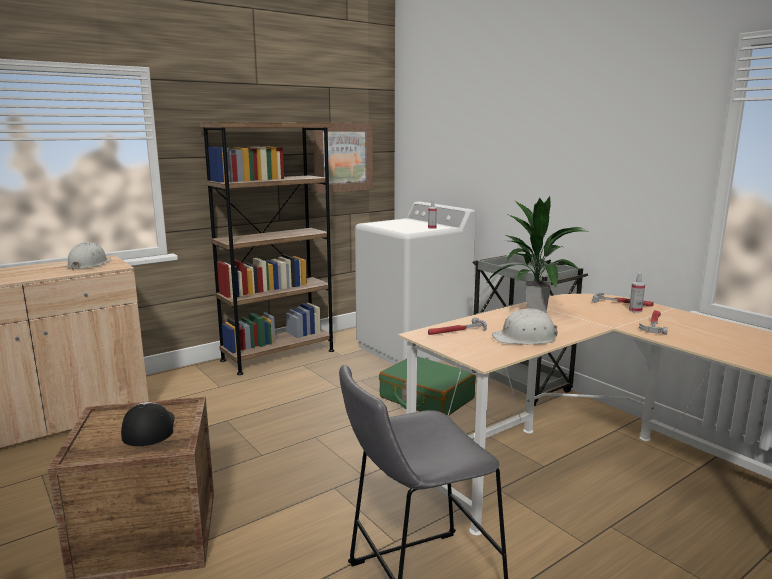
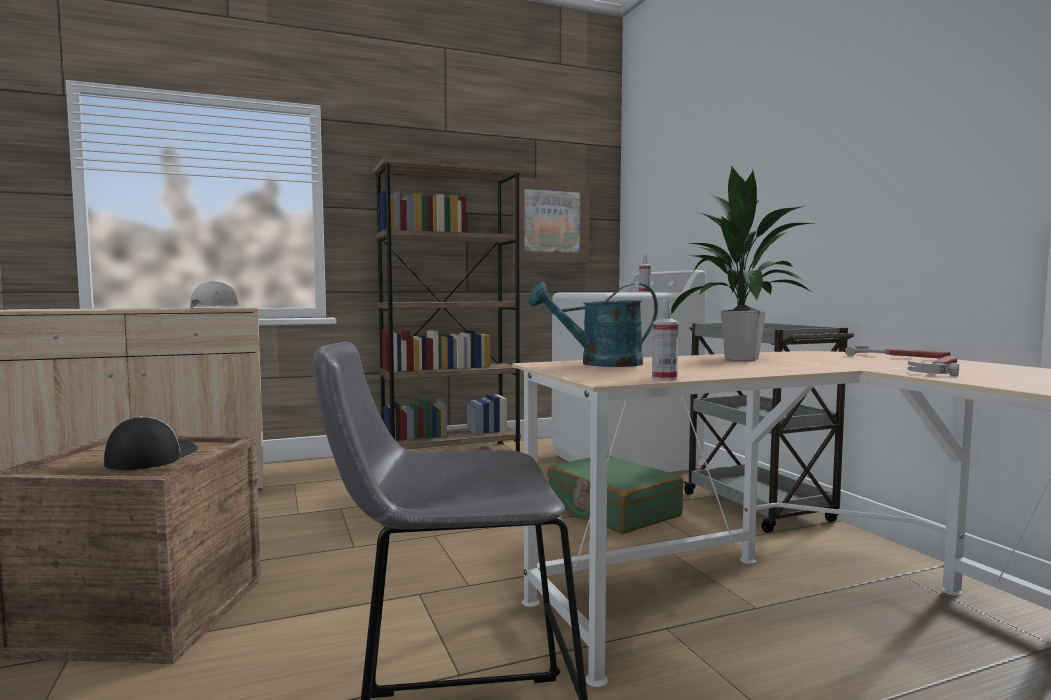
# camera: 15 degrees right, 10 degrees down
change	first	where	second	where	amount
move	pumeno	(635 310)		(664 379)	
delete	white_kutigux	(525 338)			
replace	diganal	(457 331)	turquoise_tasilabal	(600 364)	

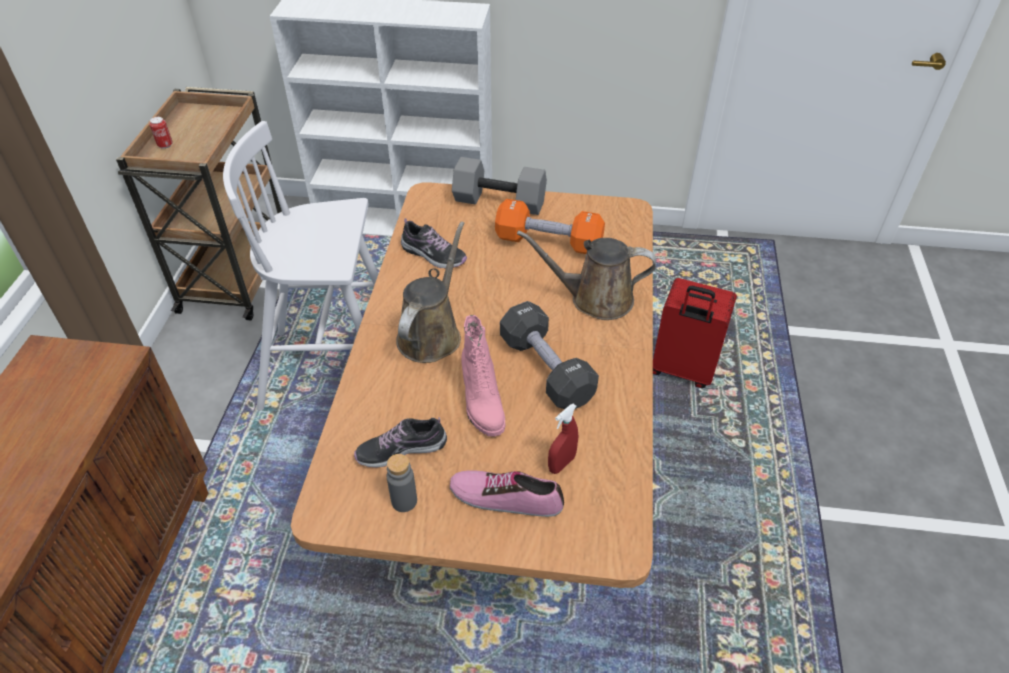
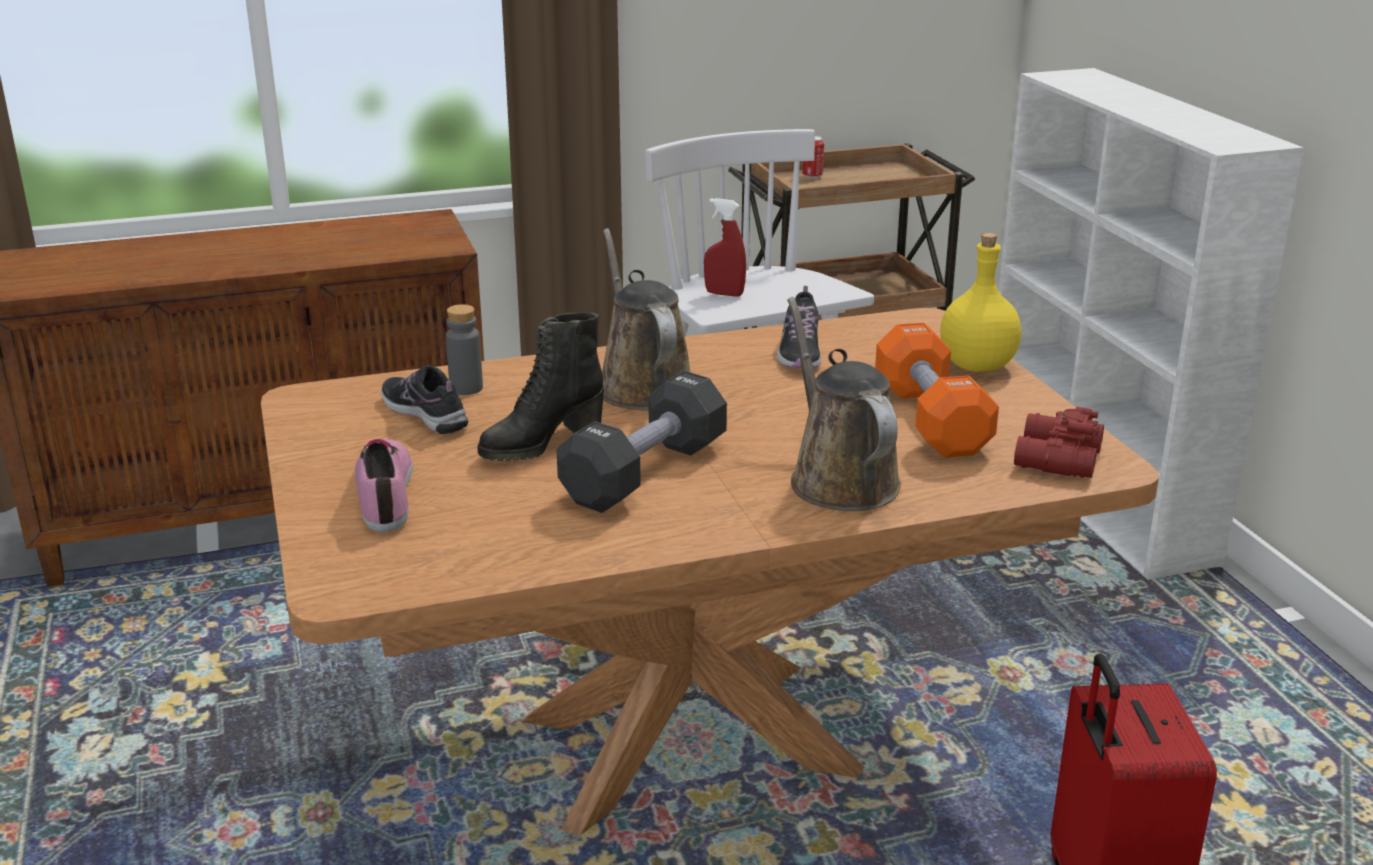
# camera: 65 degrees right, 20 degrees down
change	first	where	second	where	amount
replace	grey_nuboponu	(498 202)	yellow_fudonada	(975 366)	
rotate	brown_tasilabal	(431 334)		(642 386)	105 degrees counterclockwise
recolor	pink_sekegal	(481 403)	black_sekegal	(541 443)	
move	red_pumeno	(561 463)		(724 294)	
move	grey_fudonada	(404 501)		(466 388)	
insert			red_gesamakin	(1054 459)	

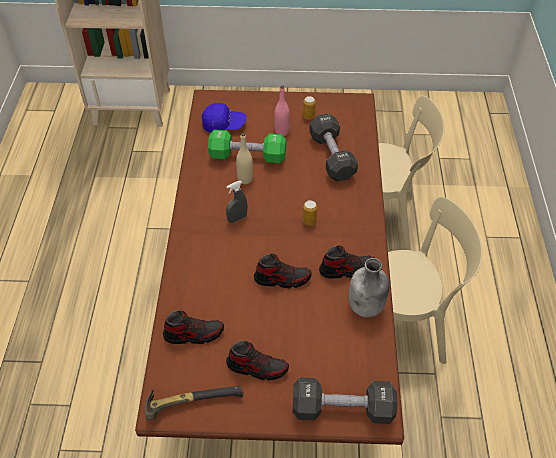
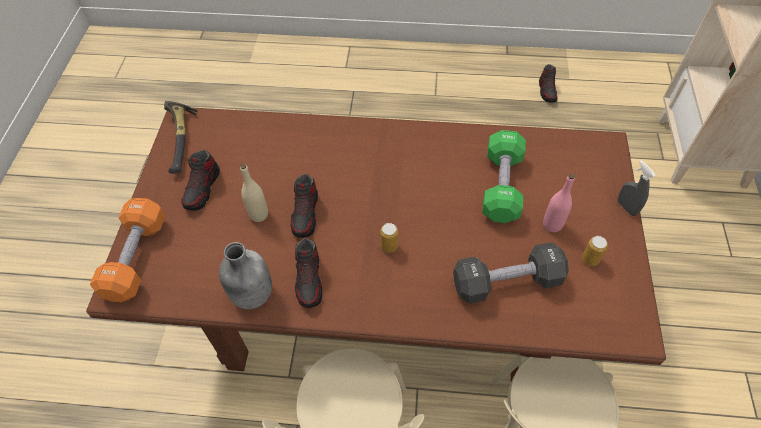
# camera: 95 degrees right, 5 degrees up
change	first	where	second	where	amount
delete	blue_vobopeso	(224 124)			
move	beige_fudonada	(245 179)		(258 214)	
move	grey_pumeno	(237 218)		(626 207)	
move	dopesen	(194 334)		(547 91)	
recolor	black_nuboponu	(342 408)	orange_nuboponu	(136 258)	

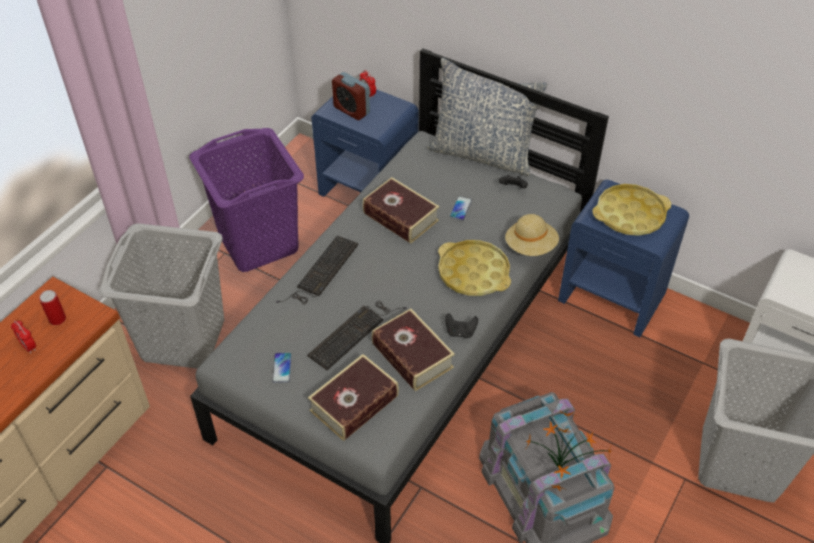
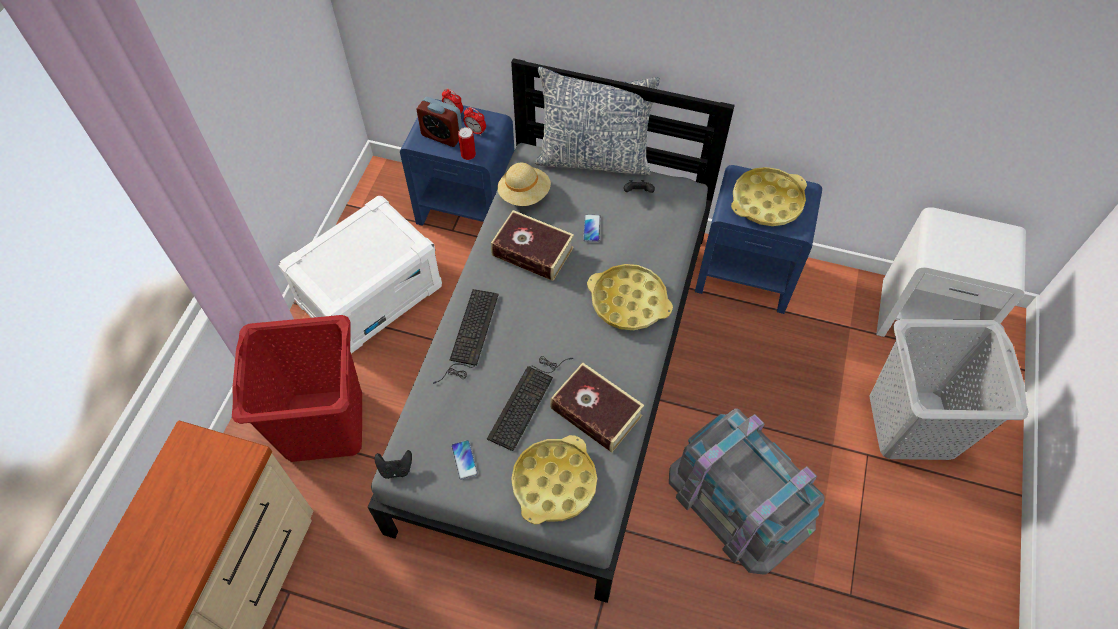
# camera: 15 degrees left, 10 degrees up
change	first	where	second	where	amount
replace	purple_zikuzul	(259 242)	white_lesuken	(370 294)	
move	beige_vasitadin	(530 246)		(524 194)	
recolor	grey_zikuzul	(183 338)	red_zikuzul	(324 424)	
move	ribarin	(57 319)		(468 154)	
move	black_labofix	(460 332)		(395 468)	
move	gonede	(28 346)		(475 131)	
replace	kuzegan	(354 403)	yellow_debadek	(554 483)	
delete	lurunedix	(559 466)			

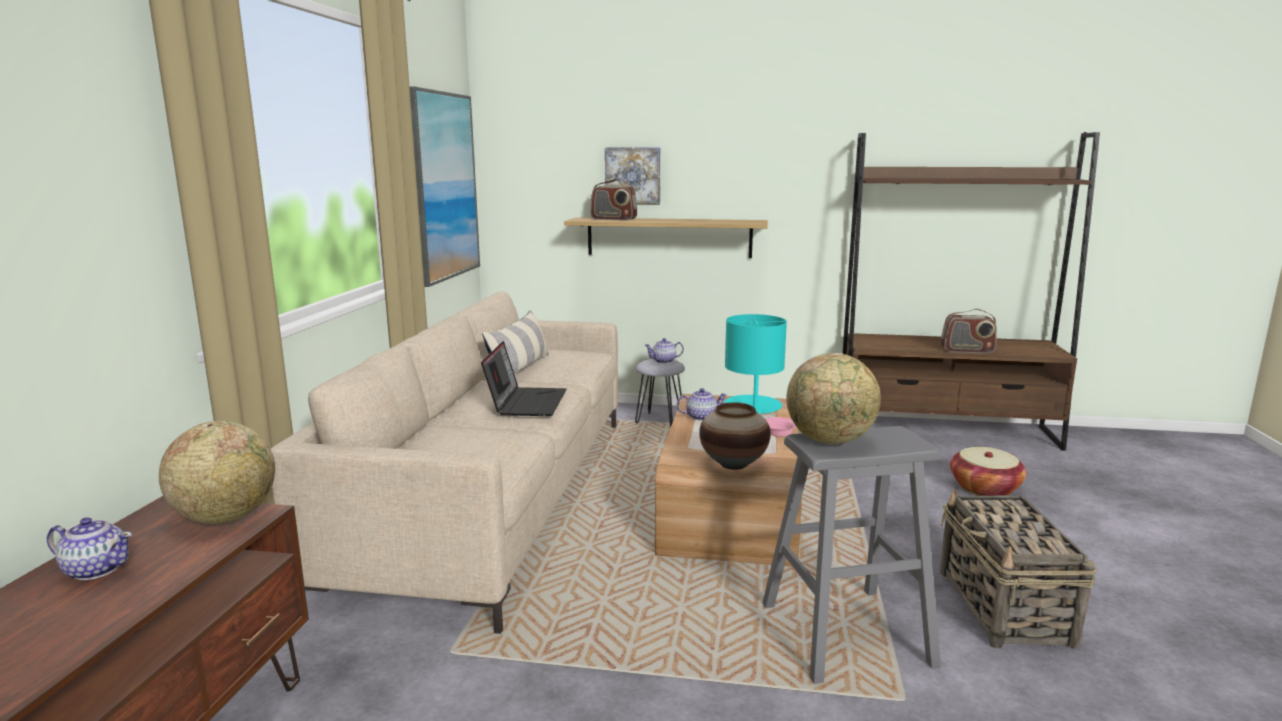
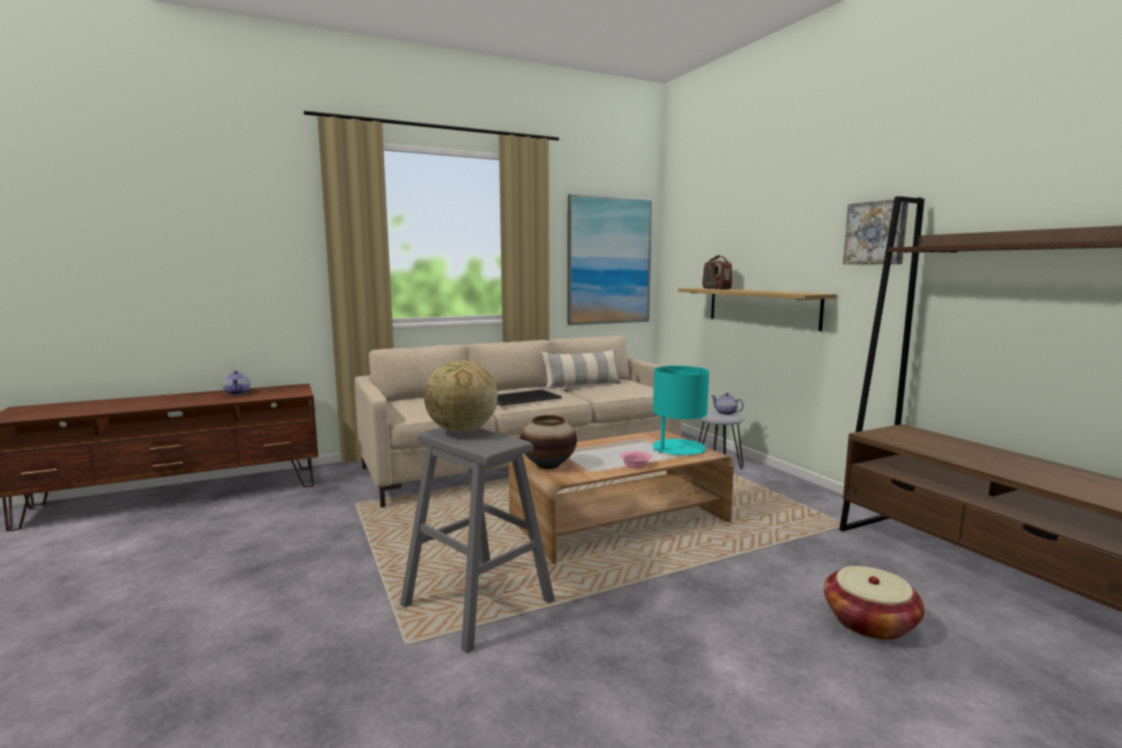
# camera: 55 degrees right, 5 degrees down
change	first	where	second	where	amount
move	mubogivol	(633 176)		(876 233)	
delete	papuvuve	(967 351)			
replace	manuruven	(526 402)	debadek	(523 398)	
delete	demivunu	(701 417)			
delete	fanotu	(226 517)			
delete	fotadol	(1004 608)			

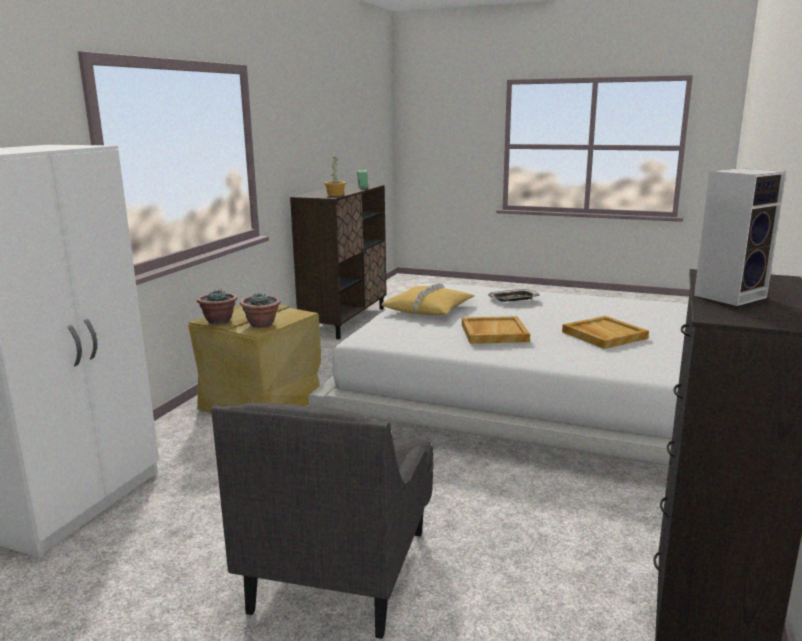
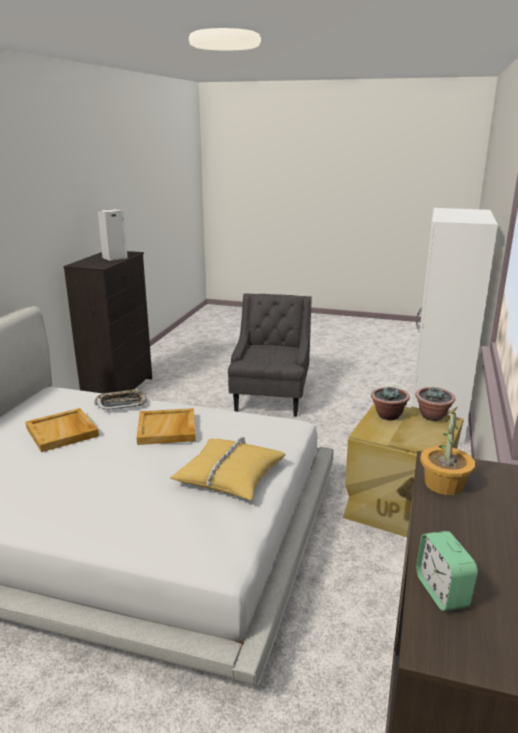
# camera: 175 degrees right, 5 degrees up
change	first	where	second	where	amount
move	debadek	(513 299)		(121 403)	

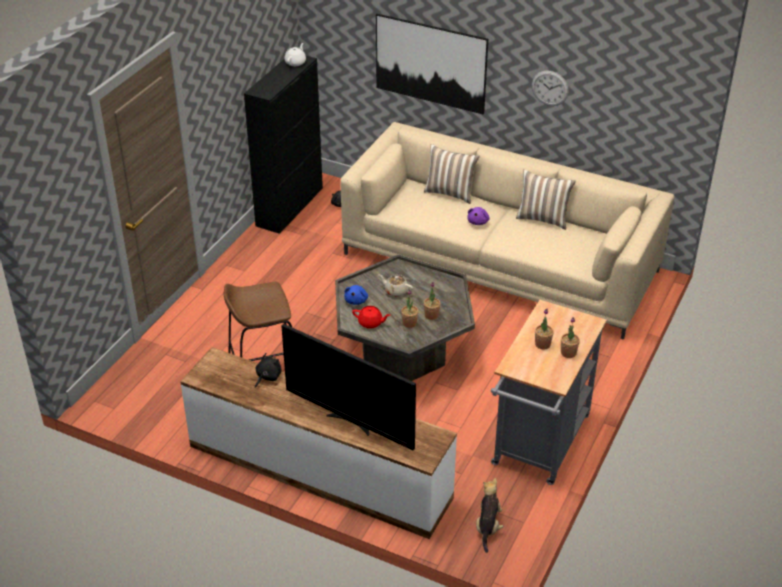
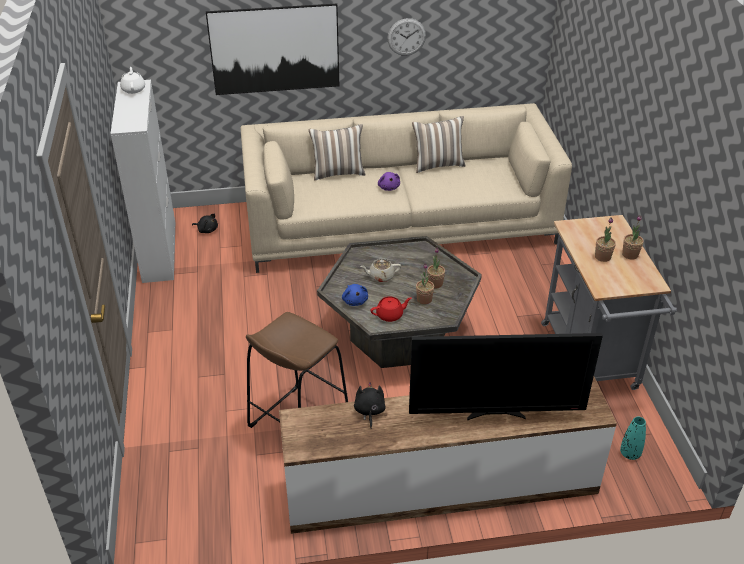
# camera: 35 degrees left, 0 degrees up
change	first	where	second	where	amount
recolor	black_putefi	(290 206)	white_putefi	(159 251)	
replace	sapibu	(488 526)	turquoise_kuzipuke	(630 454)	

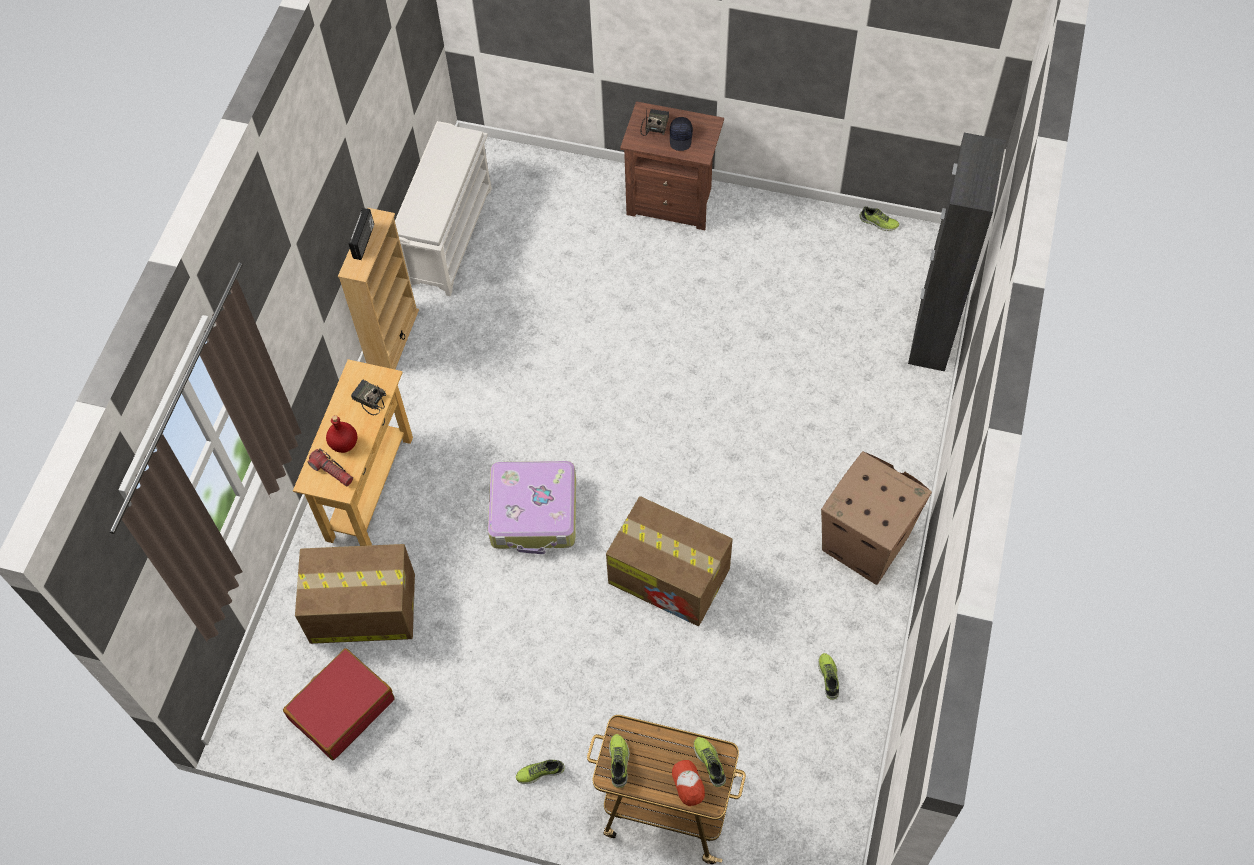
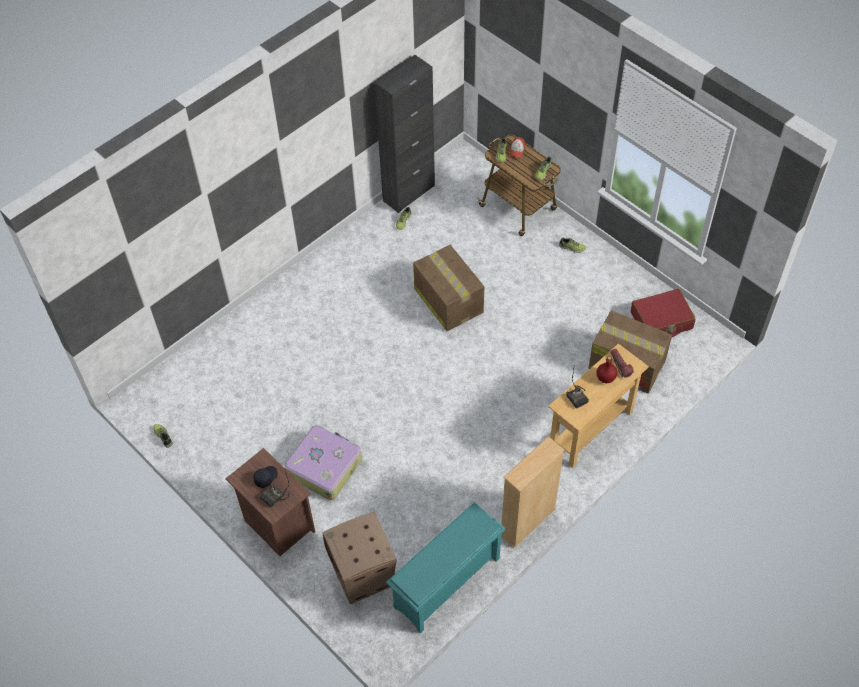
# camera: 150 degrees left, 5 degrees down
change	first	where	second	where	amount
recolor	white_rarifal	(448 235)	turquoise_rarifal	(446 584)	
move	black_putefi	(932 334)		(408 193)	
delete	papuvuve	(364 241)			
move	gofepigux	(864 542)		(363 576)	
move	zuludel	(534 513)		(324 466)	

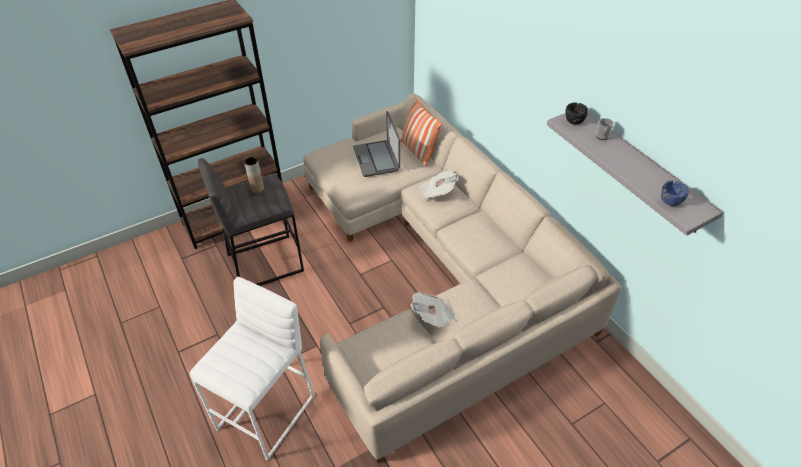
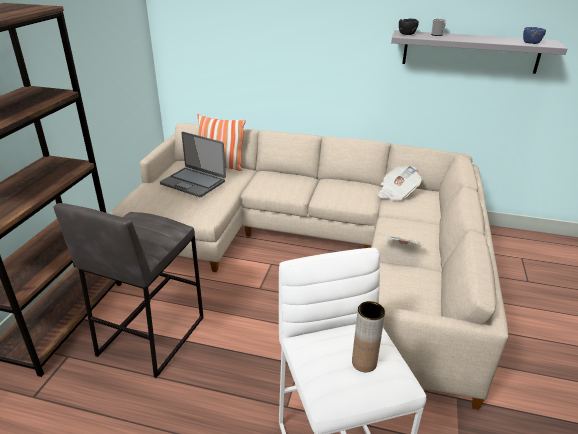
# camera: 45 degrees left, 15 degrees down
change	first	where	second	where	amount
move	brown_kuzipuke	(257 189)		(364 362)	
move	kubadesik	(437 192)		(396 193)	

